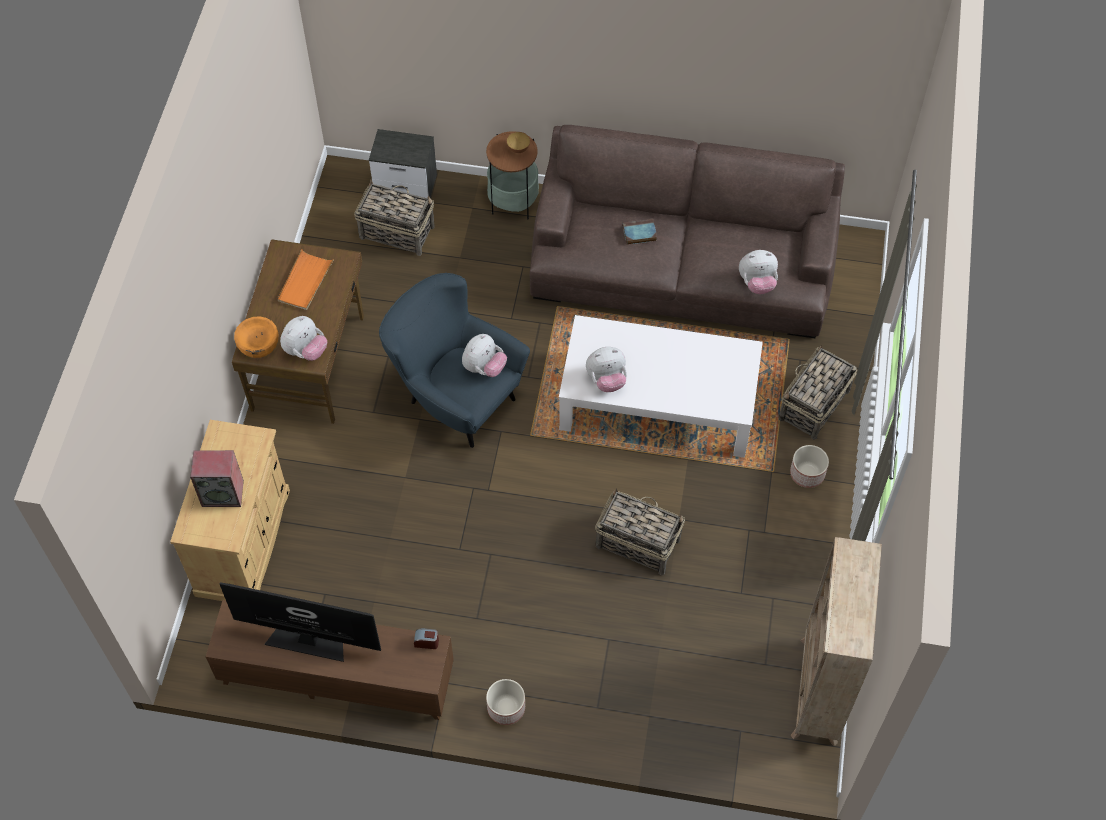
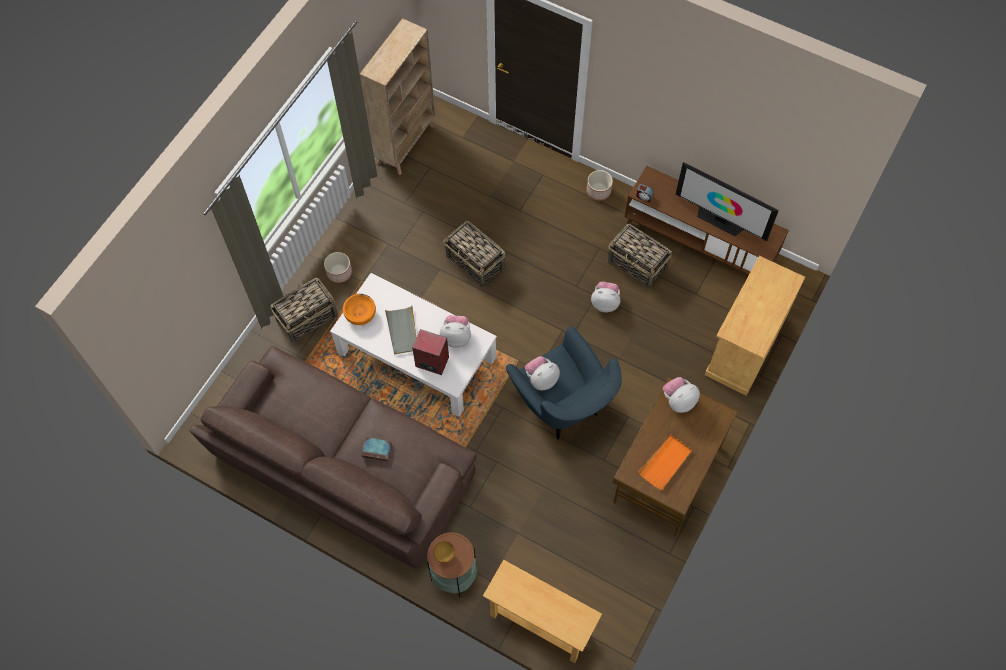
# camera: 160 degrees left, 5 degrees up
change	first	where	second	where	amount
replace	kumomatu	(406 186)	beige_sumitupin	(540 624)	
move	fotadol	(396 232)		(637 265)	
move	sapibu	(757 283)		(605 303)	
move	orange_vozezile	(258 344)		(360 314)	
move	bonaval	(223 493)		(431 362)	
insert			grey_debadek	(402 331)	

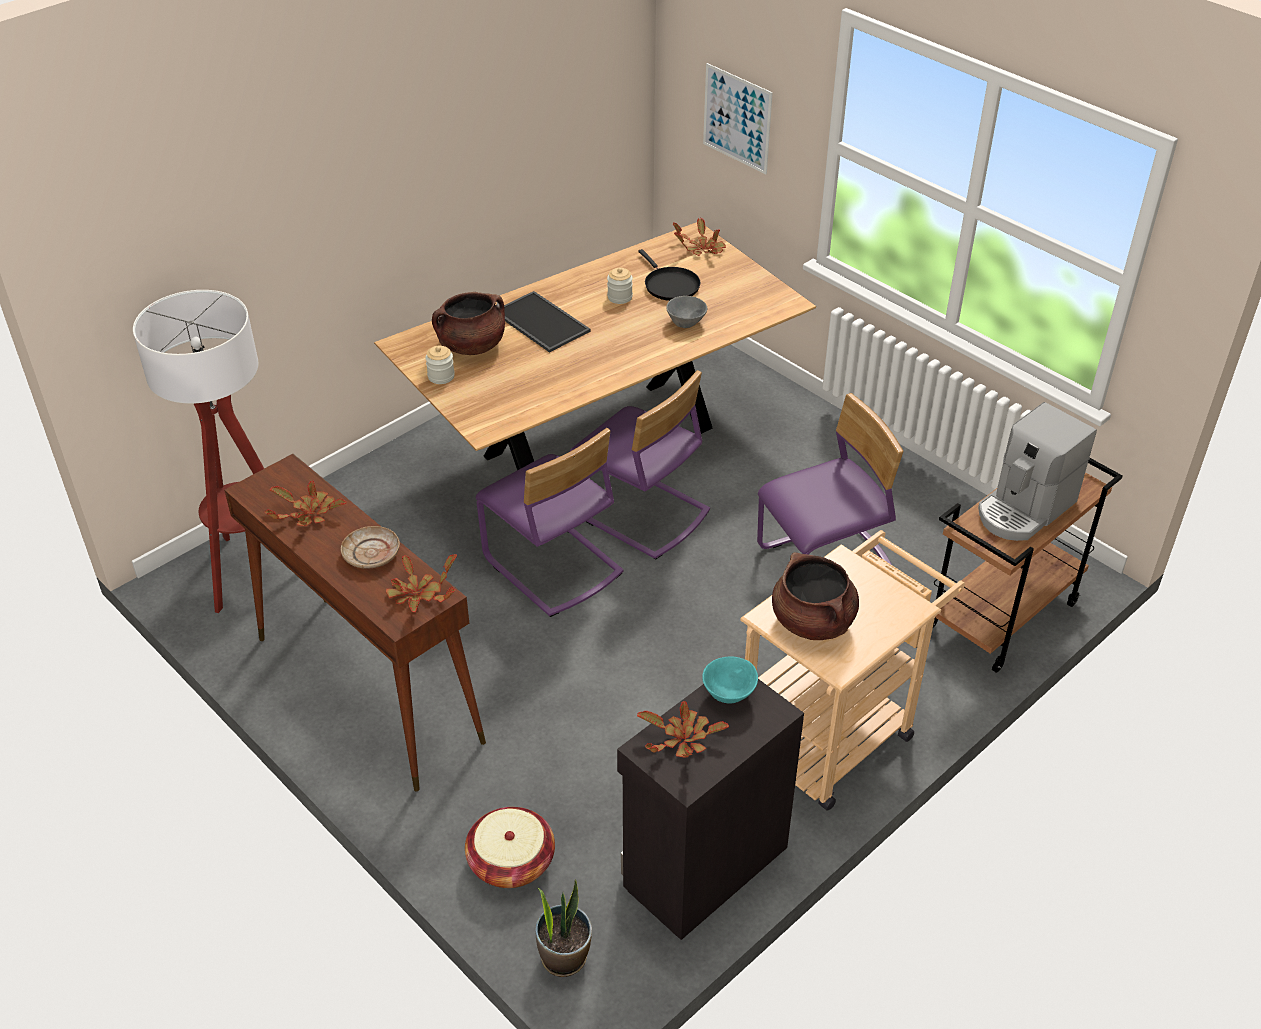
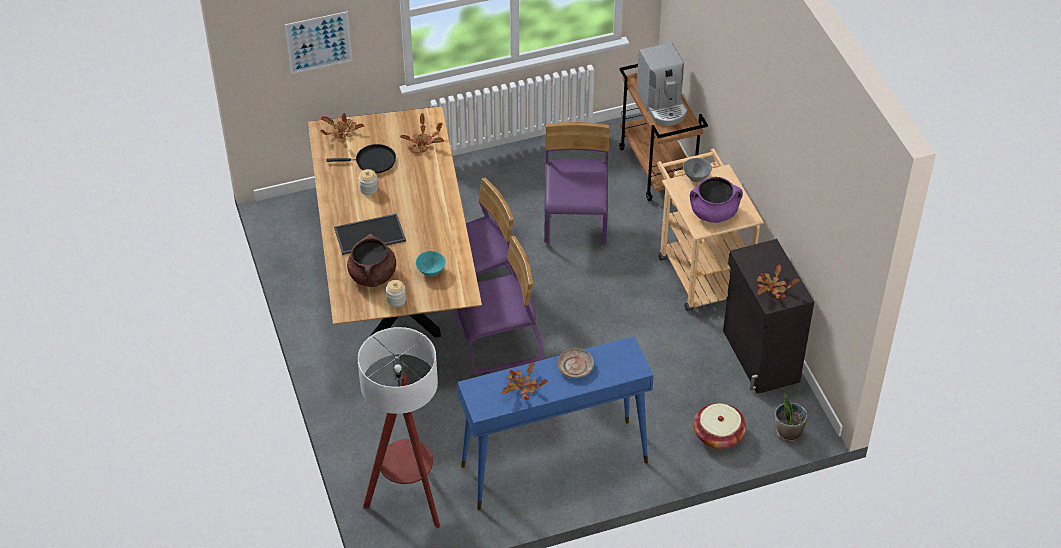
# camera: 65 degrees left, 5 degrees up
change	first	where	second	where	amount
move	grey_vozezile	(687 323)		(697 177)	
recolor	brown_sumitupin	(367 688)	blue_sumitupin	(553 464)	
recolor	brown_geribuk	(813 622)	purple_geribuk	(713 213)	
move	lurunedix	(419 594)		(422 143)	
move	turquoise_vozezile	(728 693)		(430 271)	

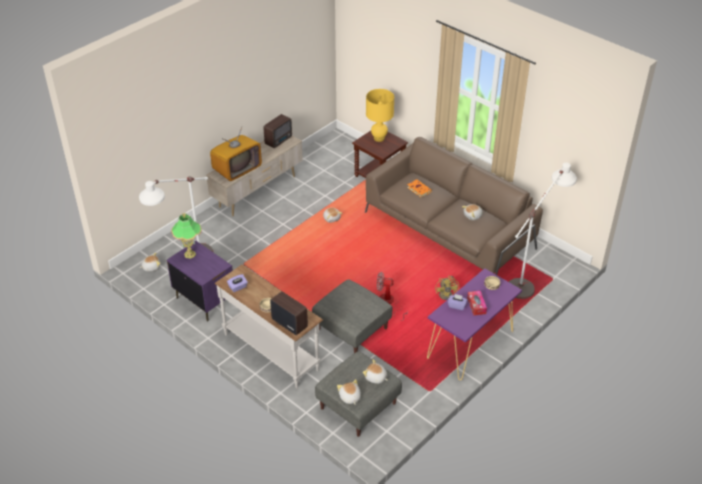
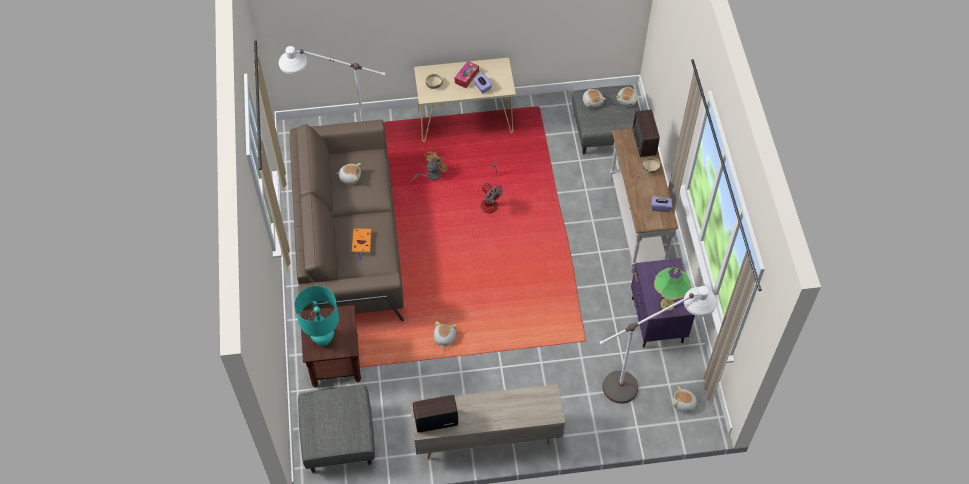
# camera: 140 degrees left, 15 degrees up
change	first	where	second	where	amount
recolor	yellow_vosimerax	(379 138)	turquoise_vosimerax	(323 339)	
delete	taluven	(237 169)			
recolor	purple_sumitupin	(470 345)	beige_sumitupin	(465 120)	
move	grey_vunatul	(352 329)		(338 438)	

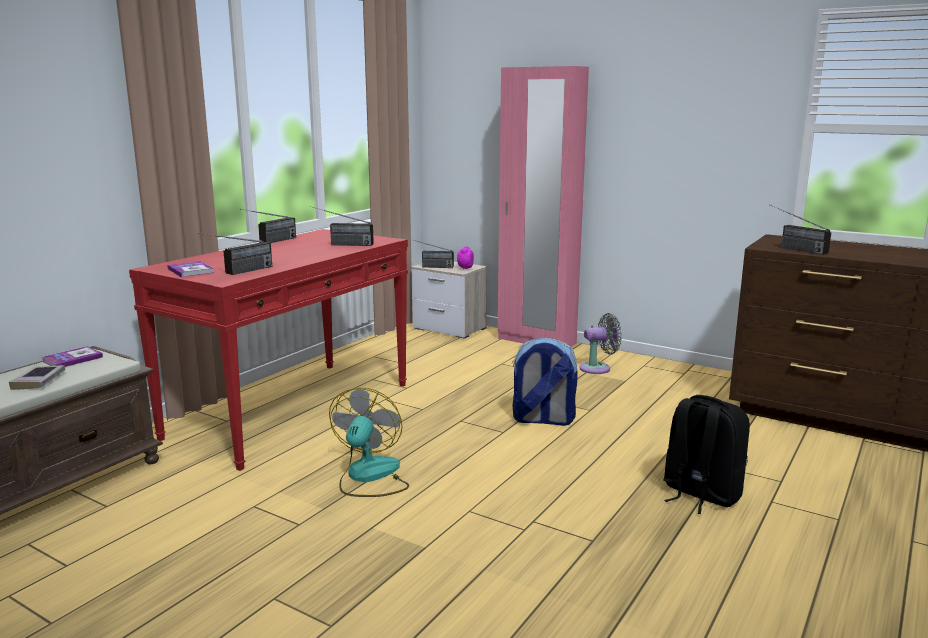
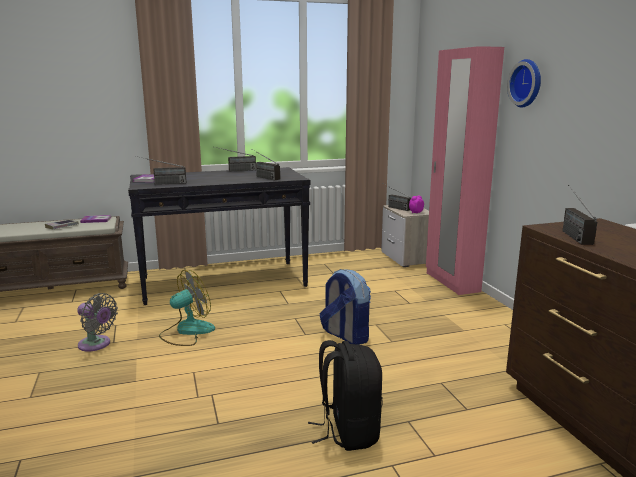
# camera: 40 degrees right, 0 degrees up
change	first	where	second	where	amount
recolor	red_sumitupin	(292 410)	black_sumitupin	(224 281)	
move	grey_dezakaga	(598 368)		(96 345)	
insert			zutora	(527 83)	

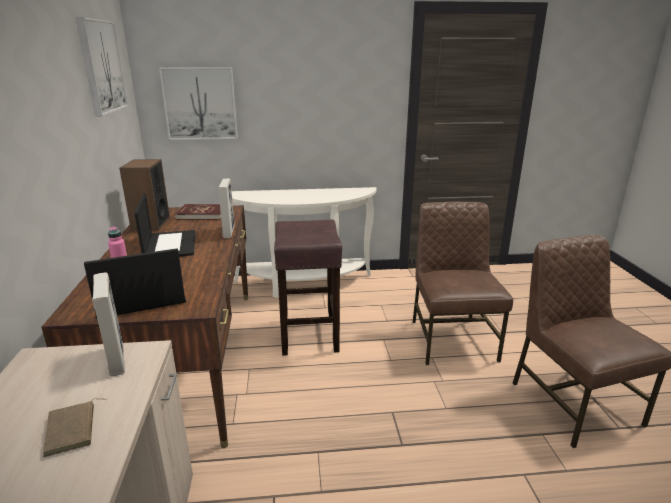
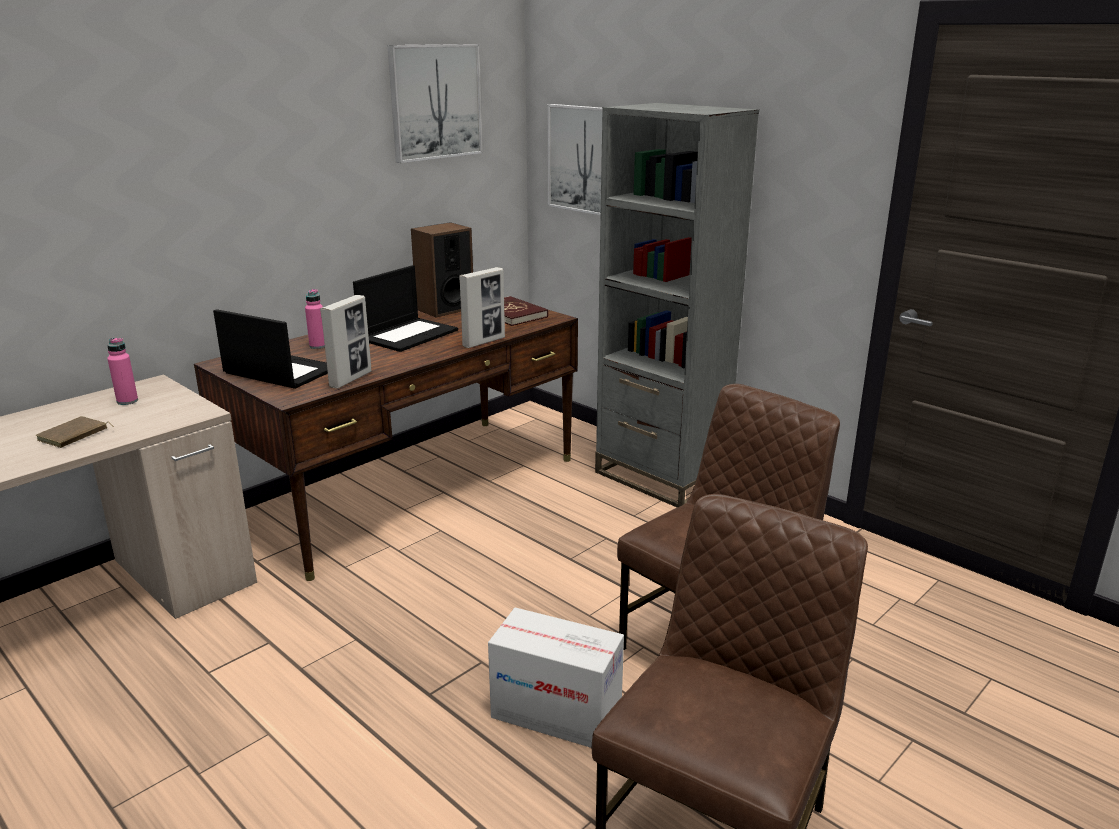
# camera: 50 degrees right, 0 degrees up
change	first	where	second	where	amount
replace	white_sumitupin	(304 285)	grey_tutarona	(660 477)	
delete	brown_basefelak	(309 335)			
move	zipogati	(116 359)		(350 379)	
insert			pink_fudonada	(127 401)	
insert			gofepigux	(556 713)	

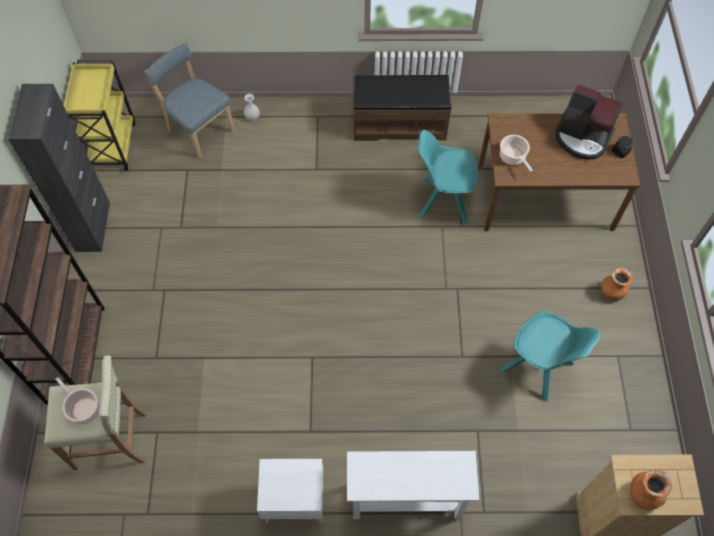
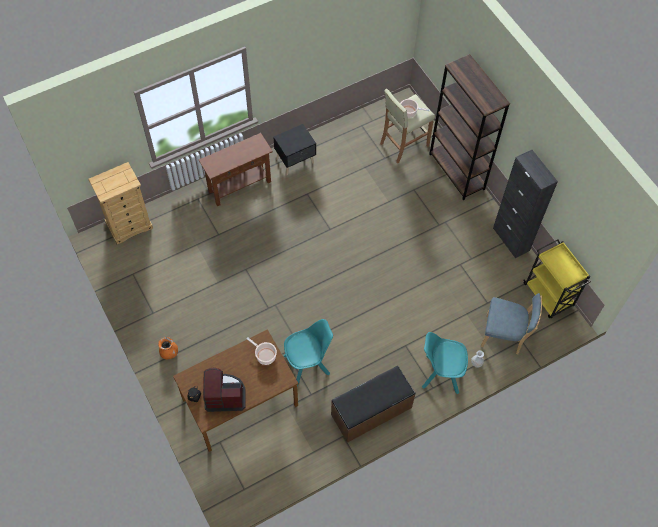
# camera: 150 degrees right, 0 degrees up
change	first	where	second	where	amount
move	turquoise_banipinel	(538 368)		(440 373)	
recolor	white_sumitupin	(406 500)	brown_sumitupin	(239 186)	
recolor	white_kumomatu	(293 500)	black_kumomatu	(296 161)	
delete	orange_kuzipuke	(643 494)			

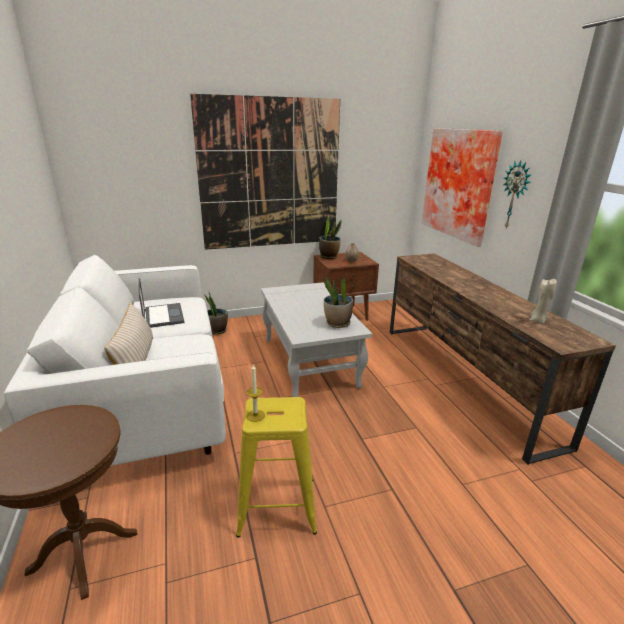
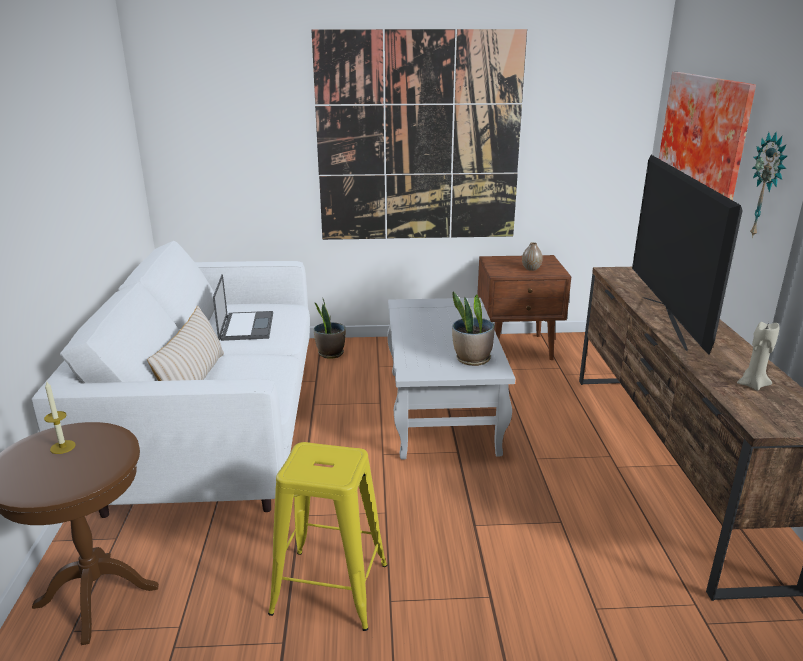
# camera: 15 degrees right, 0 degrees up
change	first	where	second	where	amount
delete	lurunedix	(329 256)			
move	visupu	(255 415)		(62 447)	
insert			taluven	(665 322)	

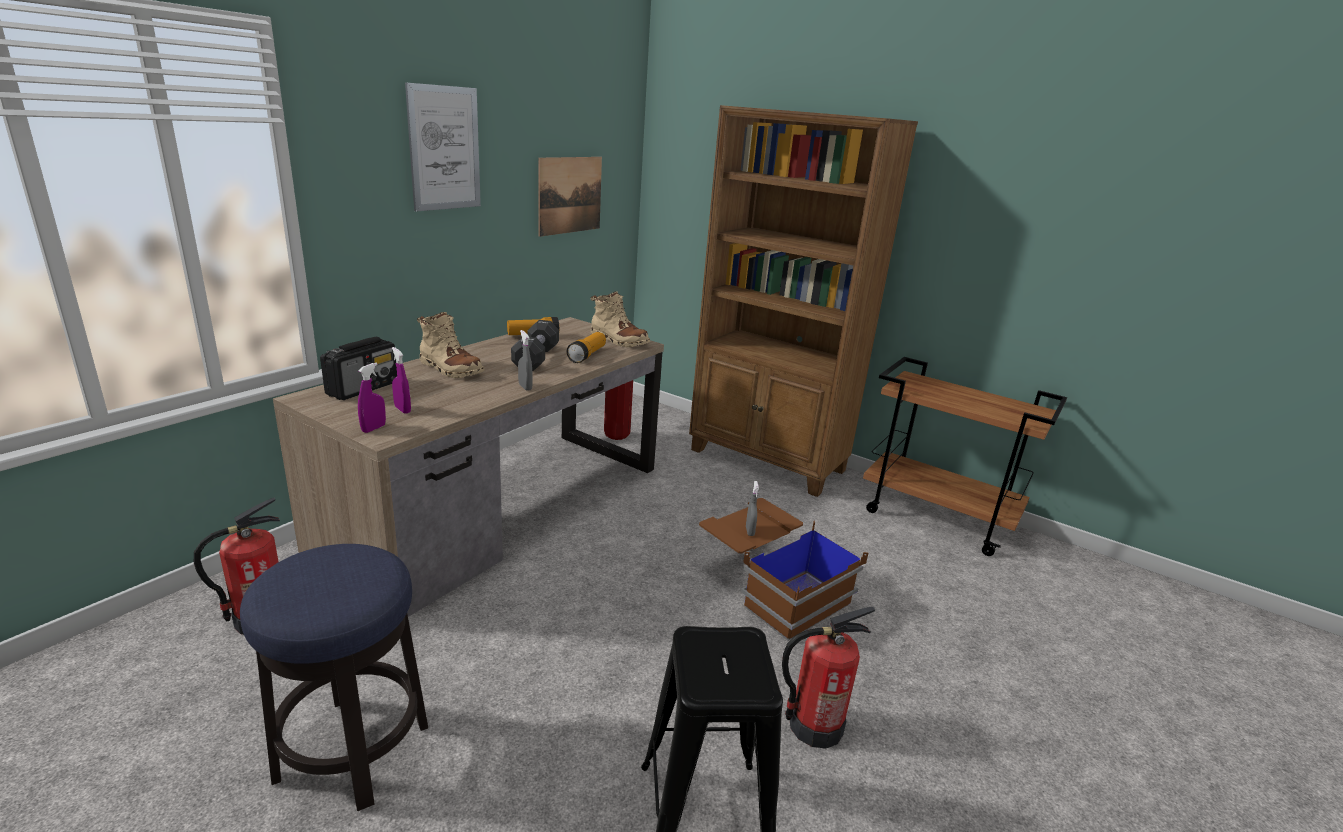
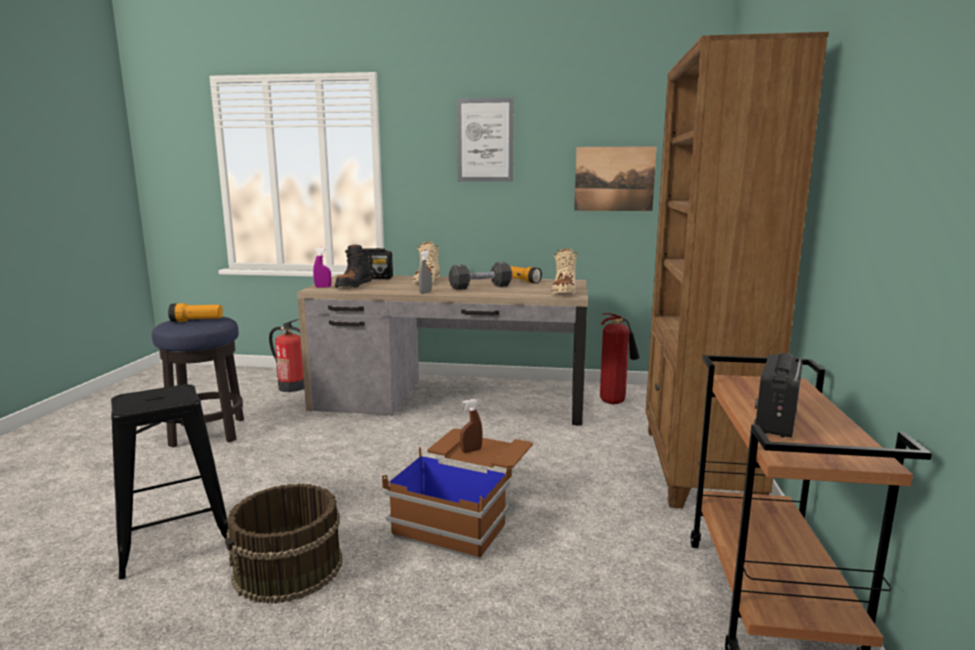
# camera: 65 degrees right, 10 degrees down
change	first	where	second	where	amount
move	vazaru	(587 355)		(197 321)	
replace	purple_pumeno	(402 409)	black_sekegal	(353 286)	
recolor	grey_pumeno	(749 531)	brown_pumeno	(471 450)	
replace	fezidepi	(814 725)	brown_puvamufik	(288 569)	
insert			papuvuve	(776 421)	

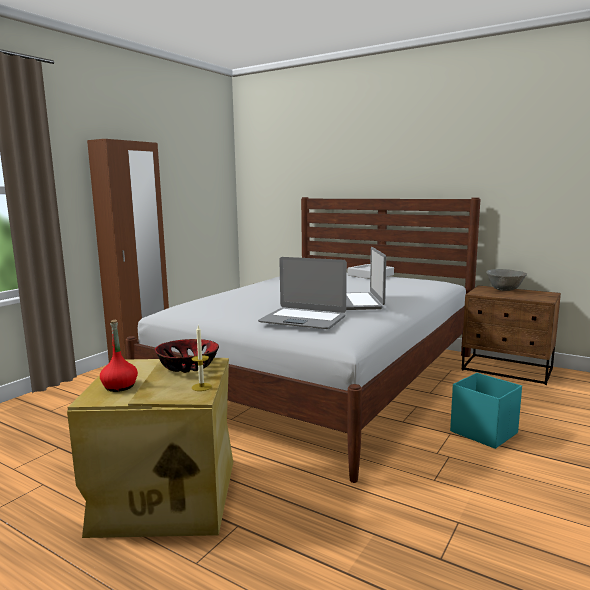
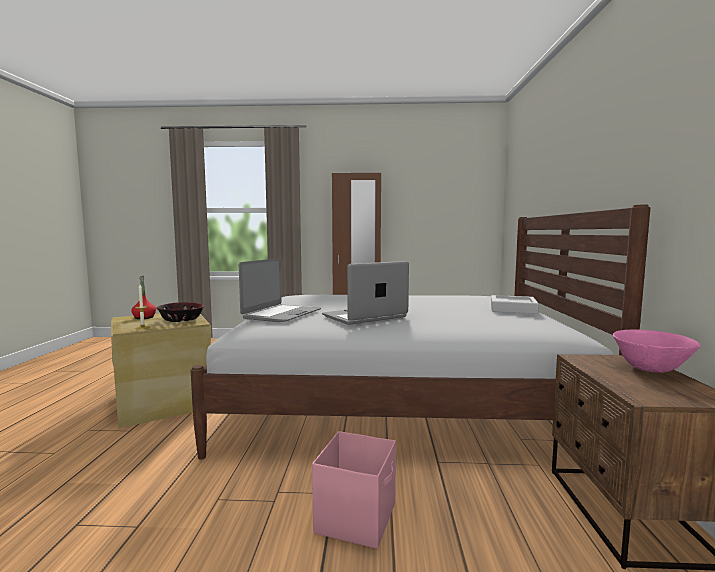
# camera: 60 degrees right, 5 degrees down
change	first	where	second	where	amount
rotate	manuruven	(303 320)		(281 314)	150 degrees counterclockwise
recolor	grey_vozezile	(505 290)	pink_vozezile	(651 370)	
recolor	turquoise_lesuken	(483 432)	pink_lesuken	(357 517)	

